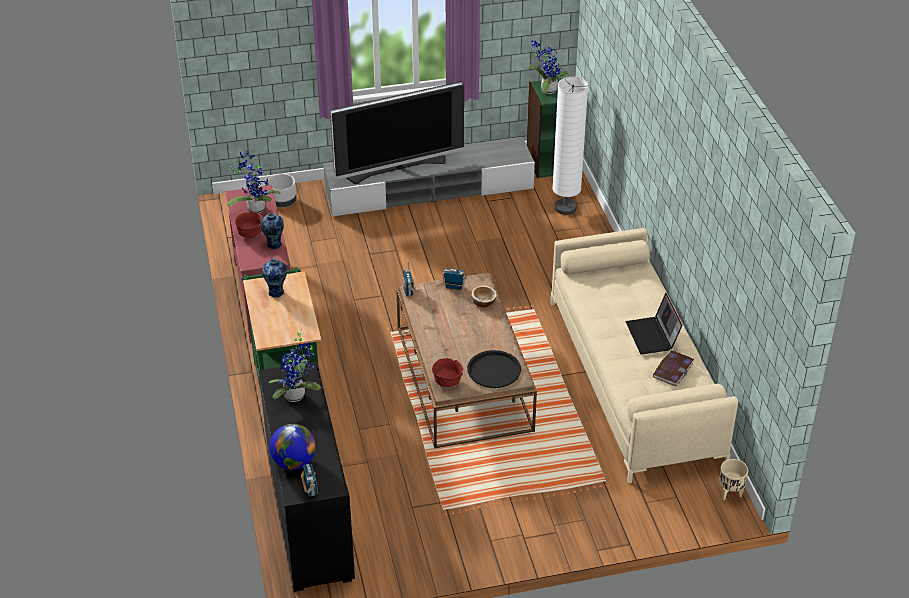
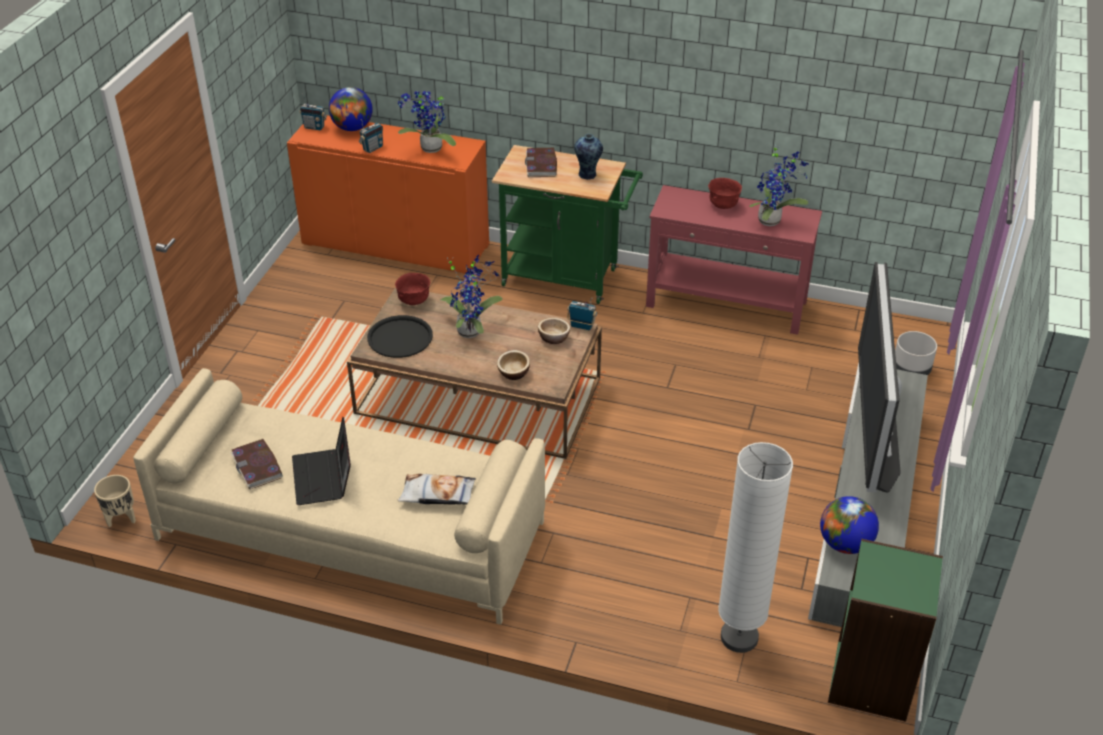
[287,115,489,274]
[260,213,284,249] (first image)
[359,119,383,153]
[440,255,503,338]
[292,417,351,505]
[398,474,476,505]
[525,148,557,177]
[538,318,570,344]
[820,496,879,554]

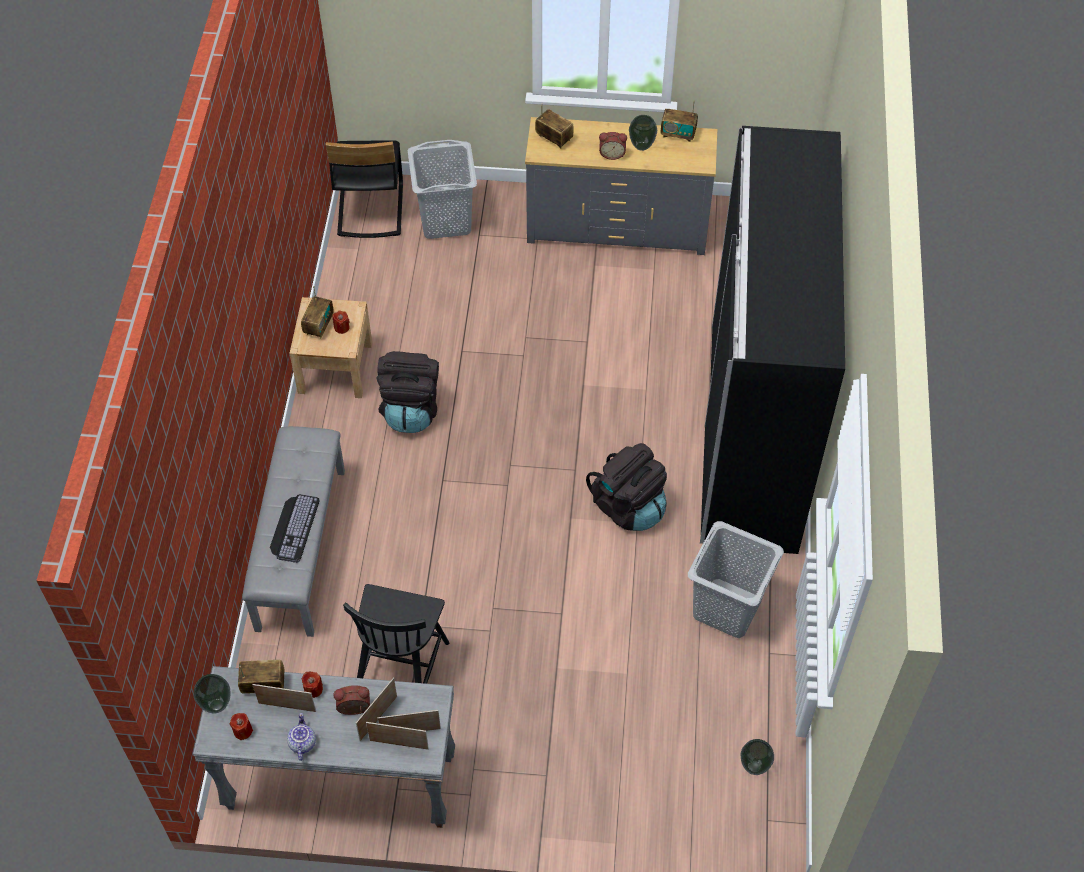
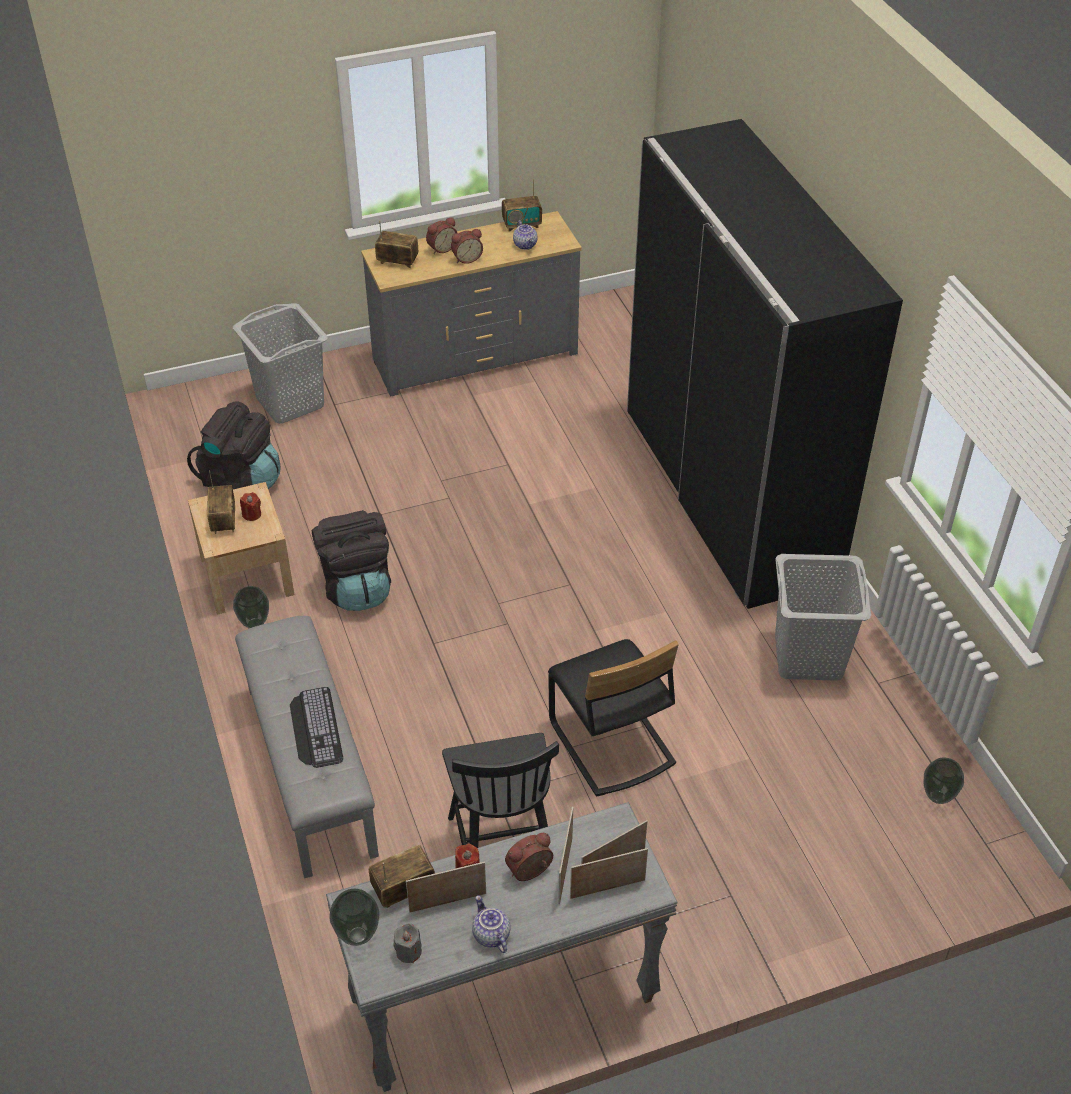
[393,923,422,963]
[548,639,679,796]
[187,401,281,489]
[233,586,269,628]
[426,218,457,254]
[513,220,537,250]

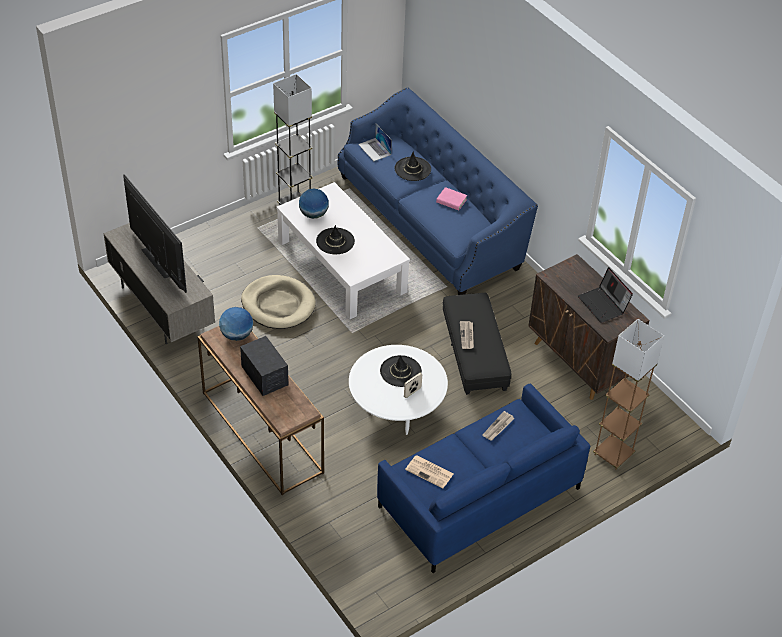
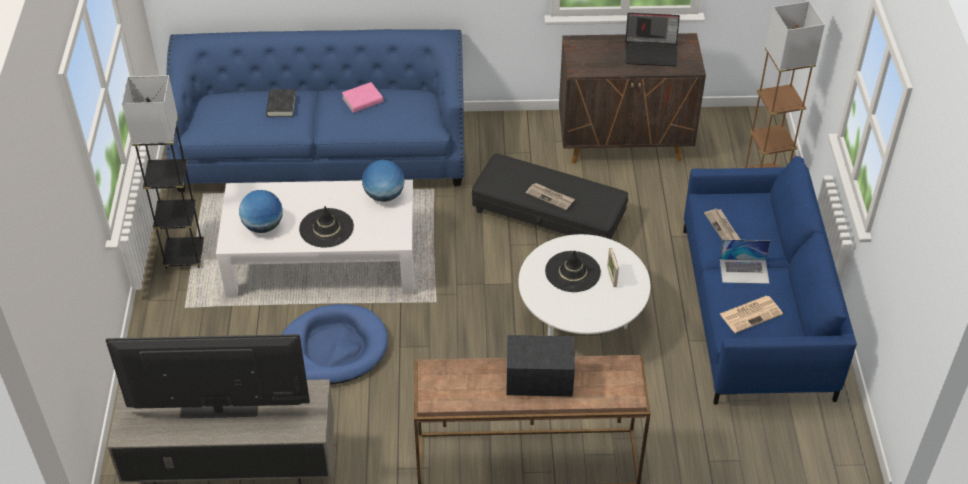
[362,160,405,202]
[281,304,388,385]
[720,239,770,284]
[266,89,296,117]

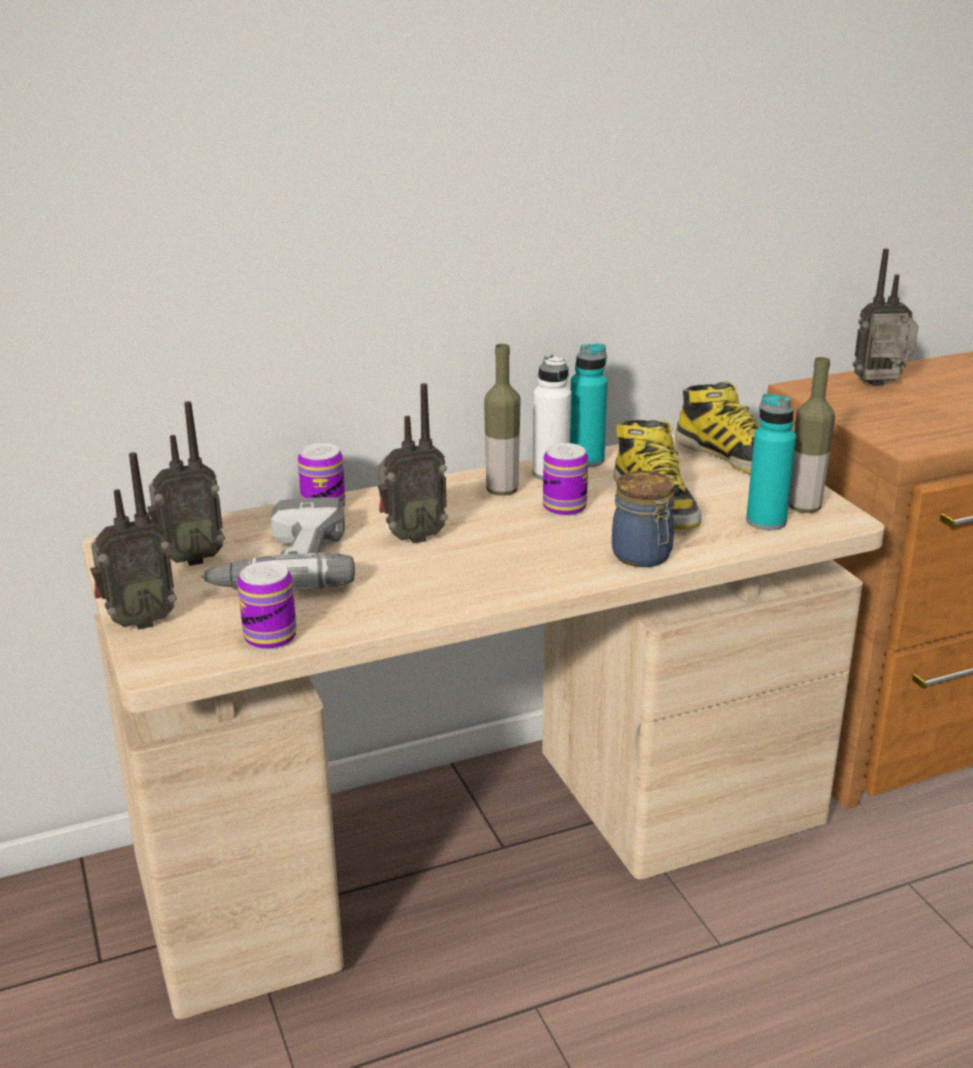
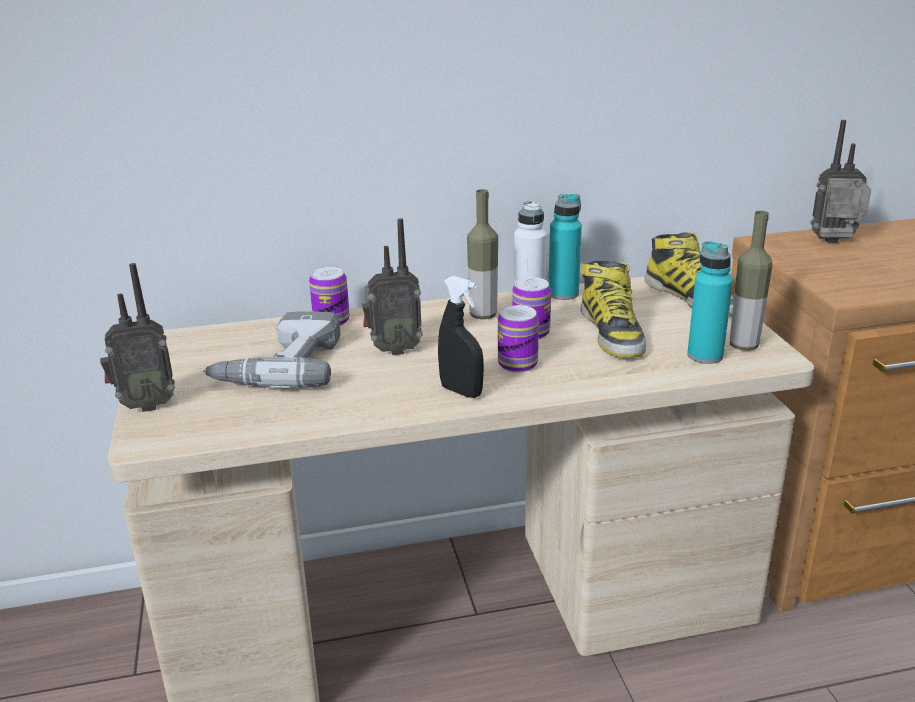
[147,401,225,566] (first image)
[498,305,539,373]
[612,471,675,567] (first image)
[438,276,484,398]

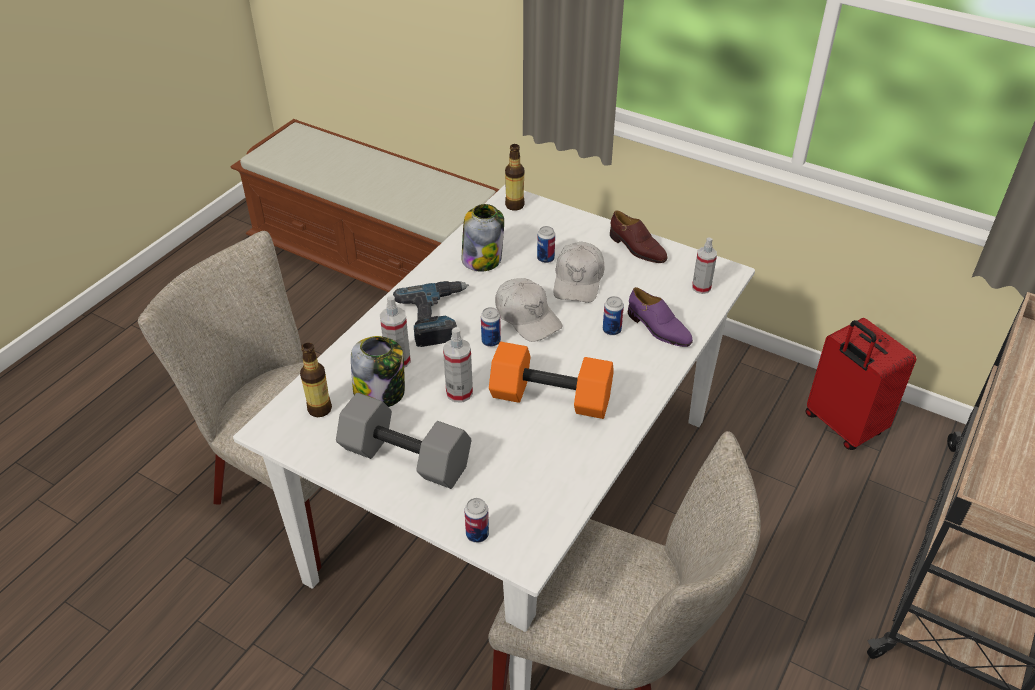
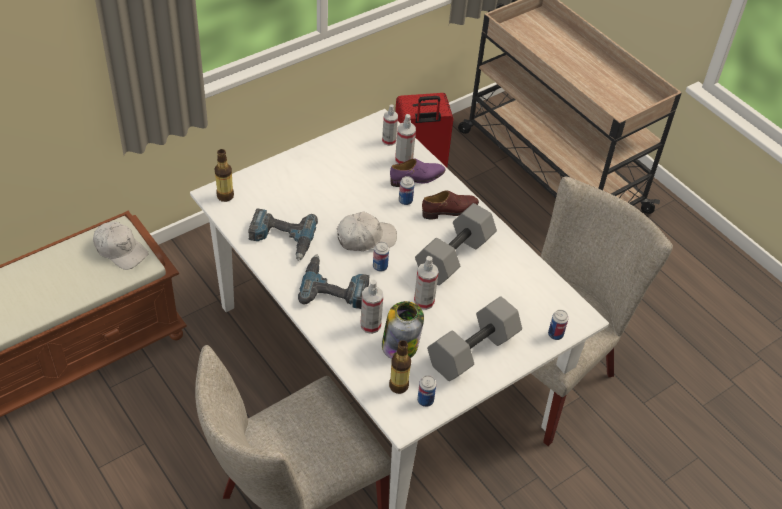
[248,208,318,261]
[415,203,497,285]
[417,375,436,407]
[93,222,149,270]
[422,190,479,219]
[395,114,416,164]

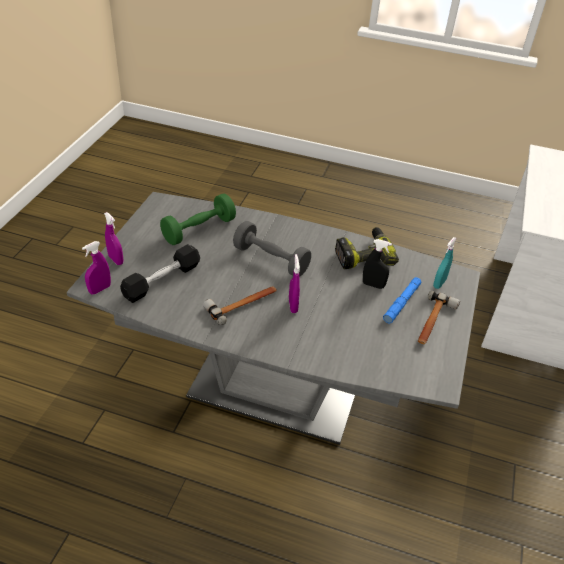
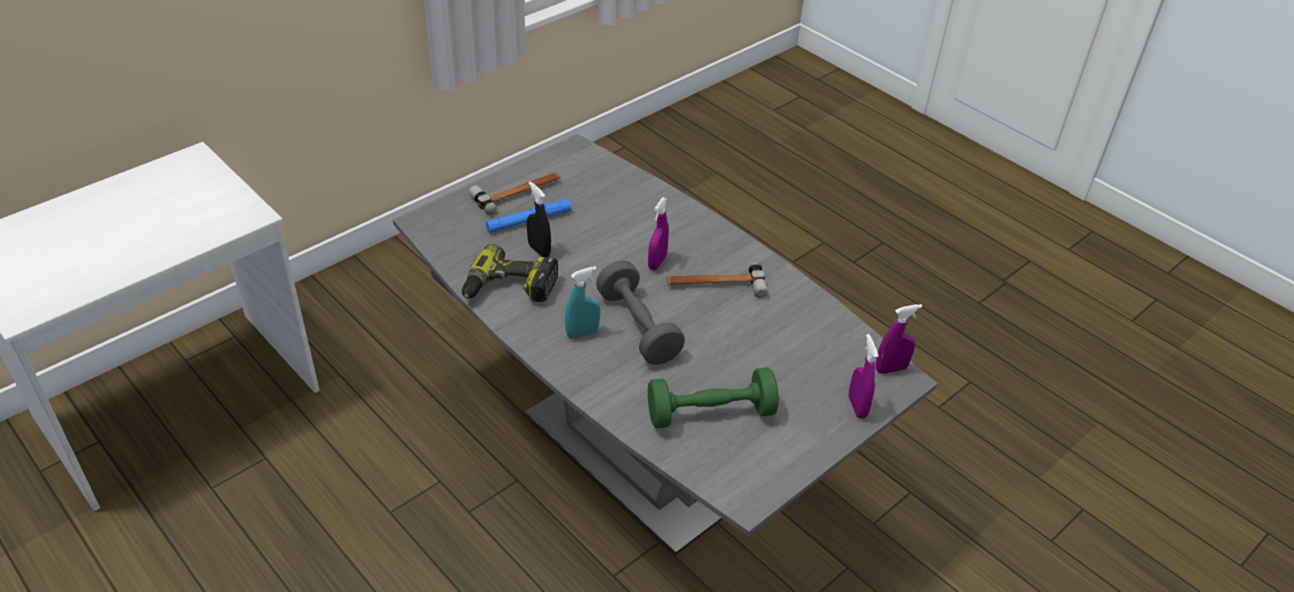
[120,244,200,303] (first image)
[565,266,600,339]

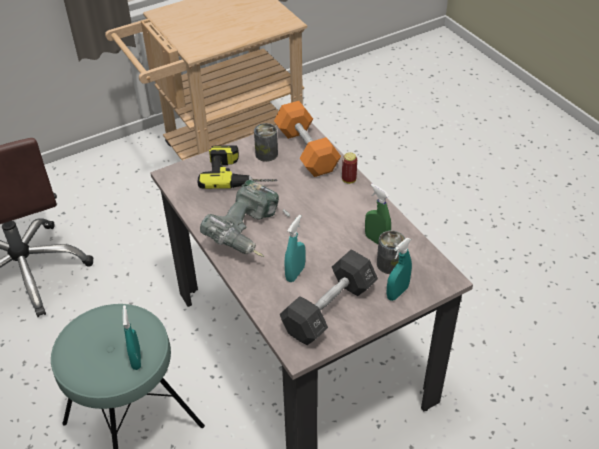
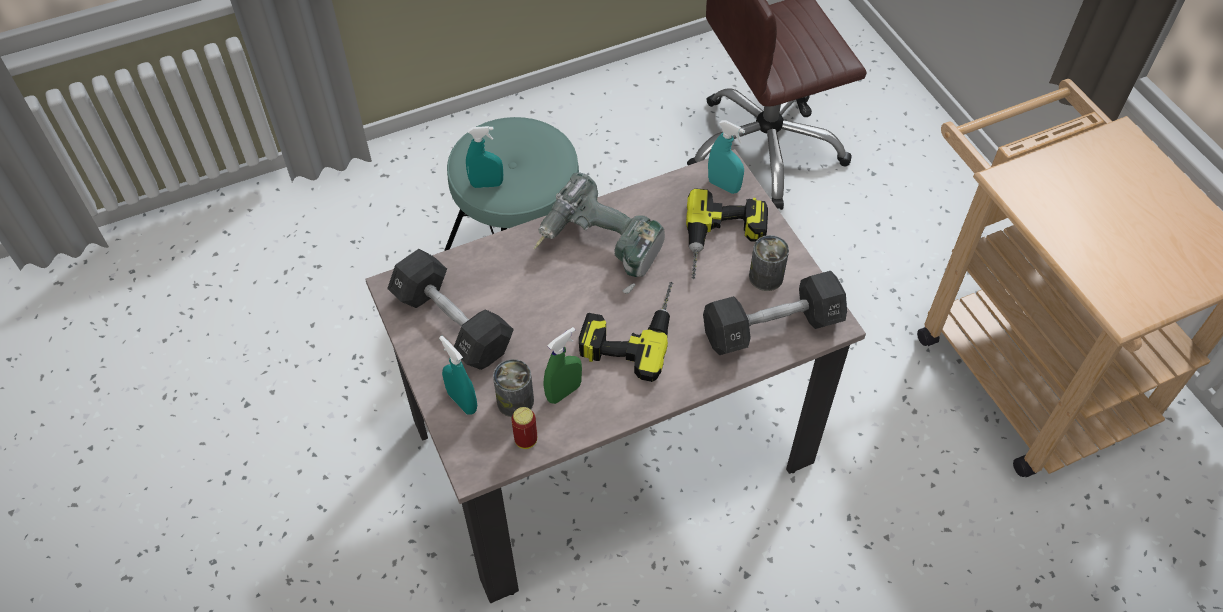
[703,271,847,355]
[708,120,745,194]
[511,407,537,449]
[579,282,673,382]

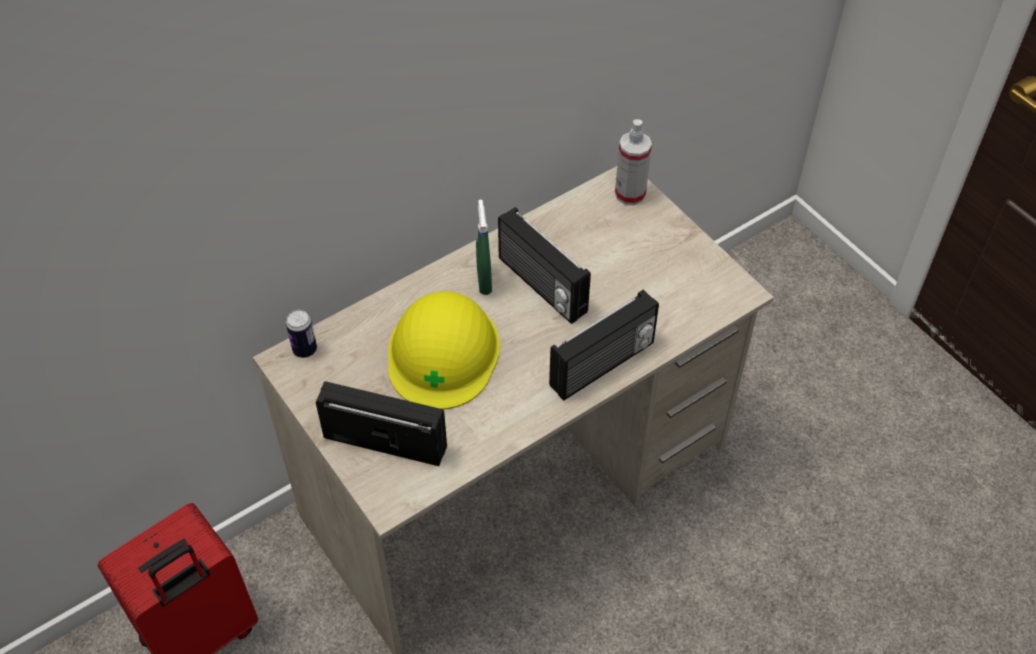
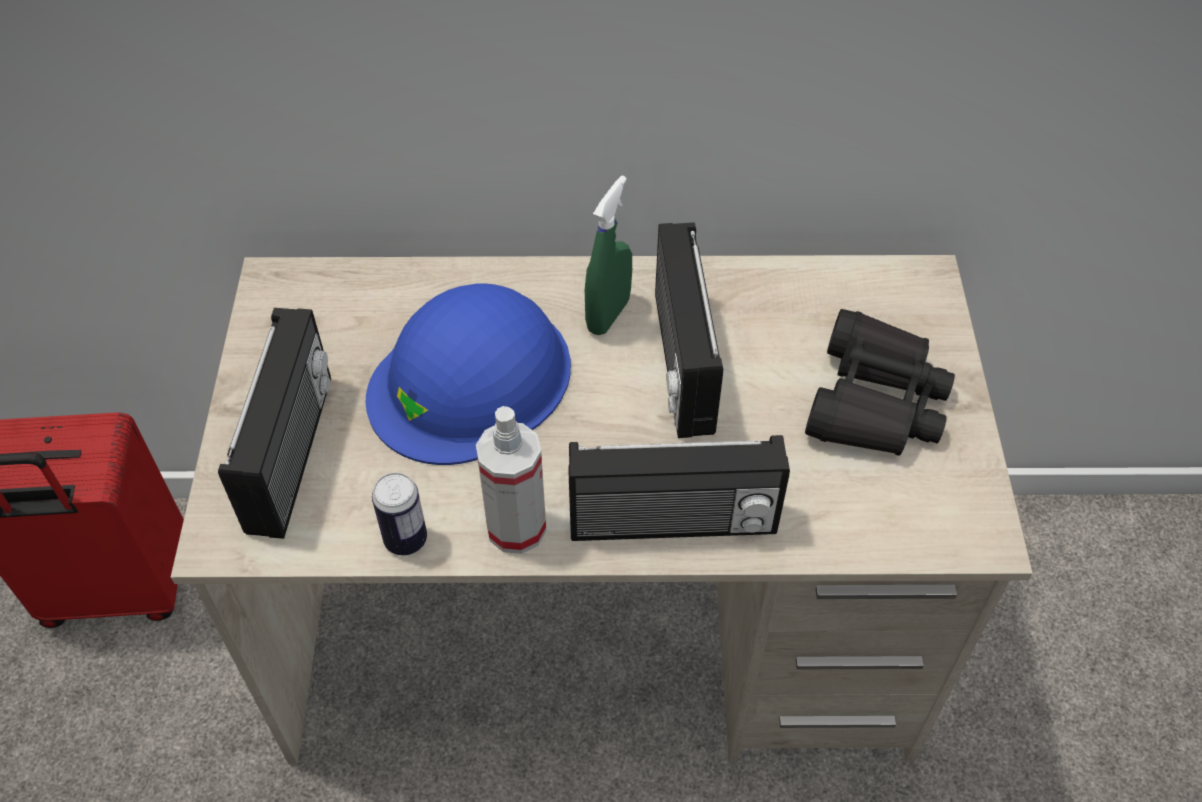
[372,473,427,555]
[218,308,331,539]
[365,283,571,465]
[476,406,546,554]
[805,309,955,456]

